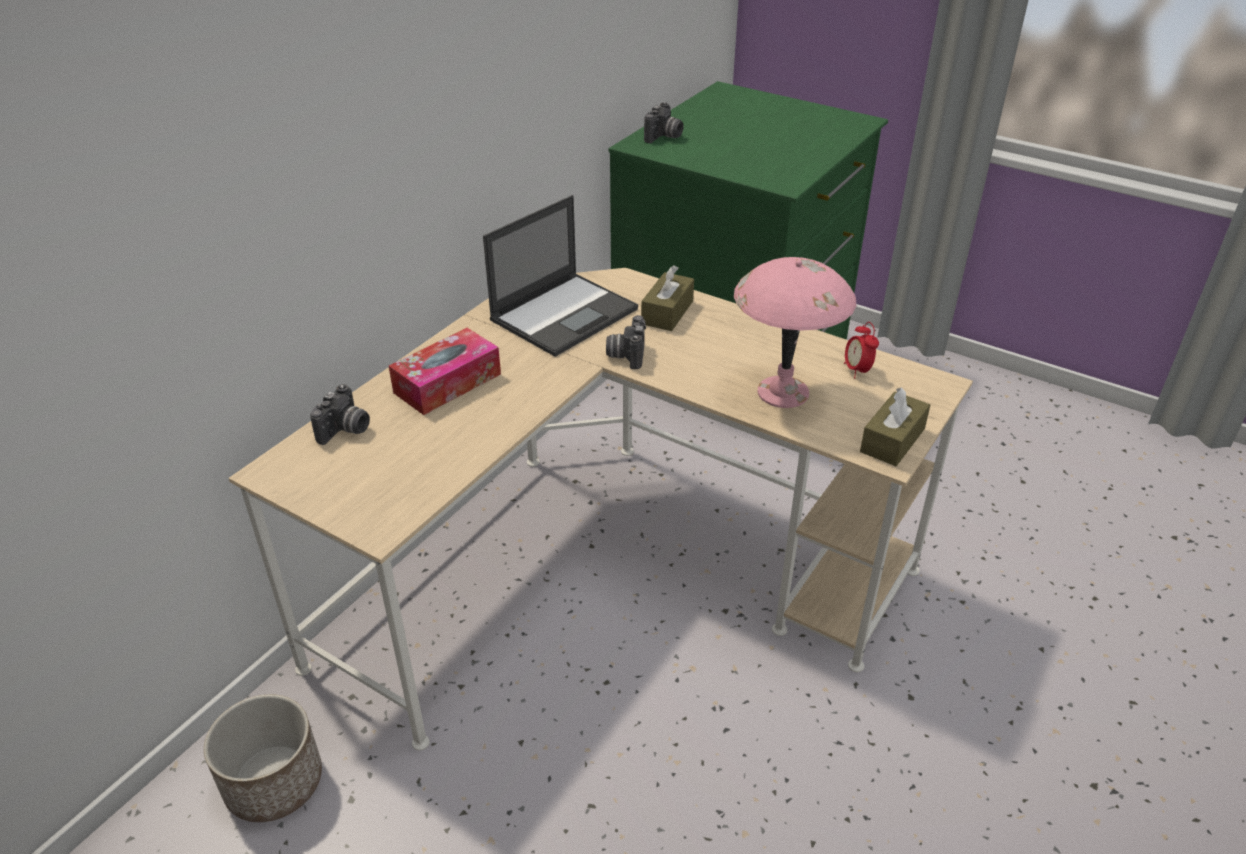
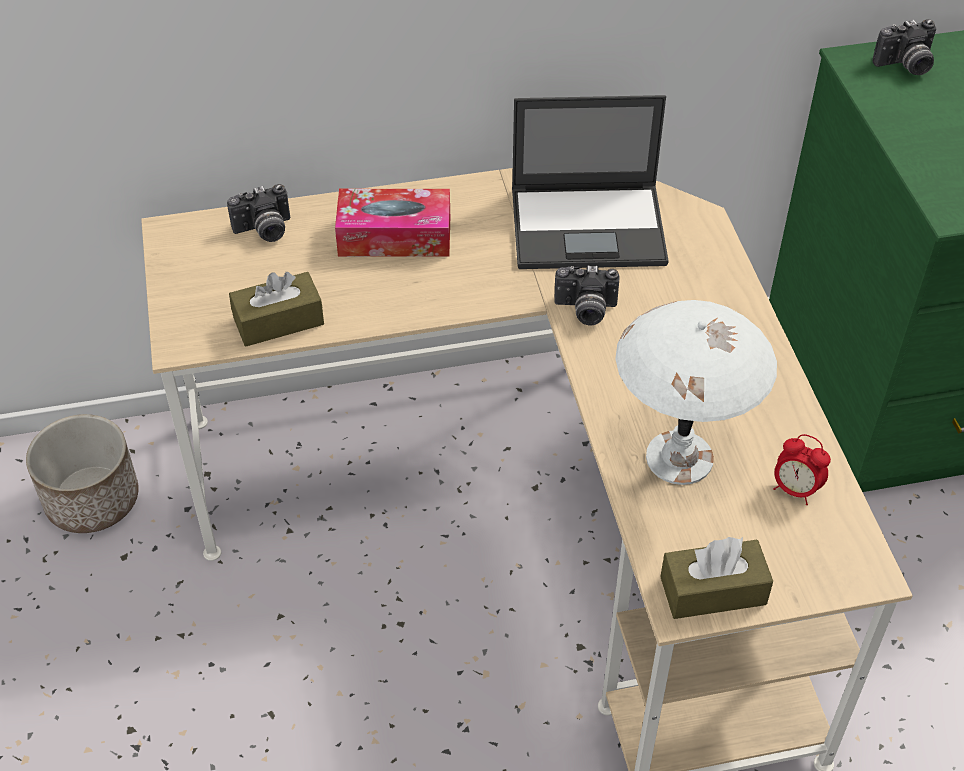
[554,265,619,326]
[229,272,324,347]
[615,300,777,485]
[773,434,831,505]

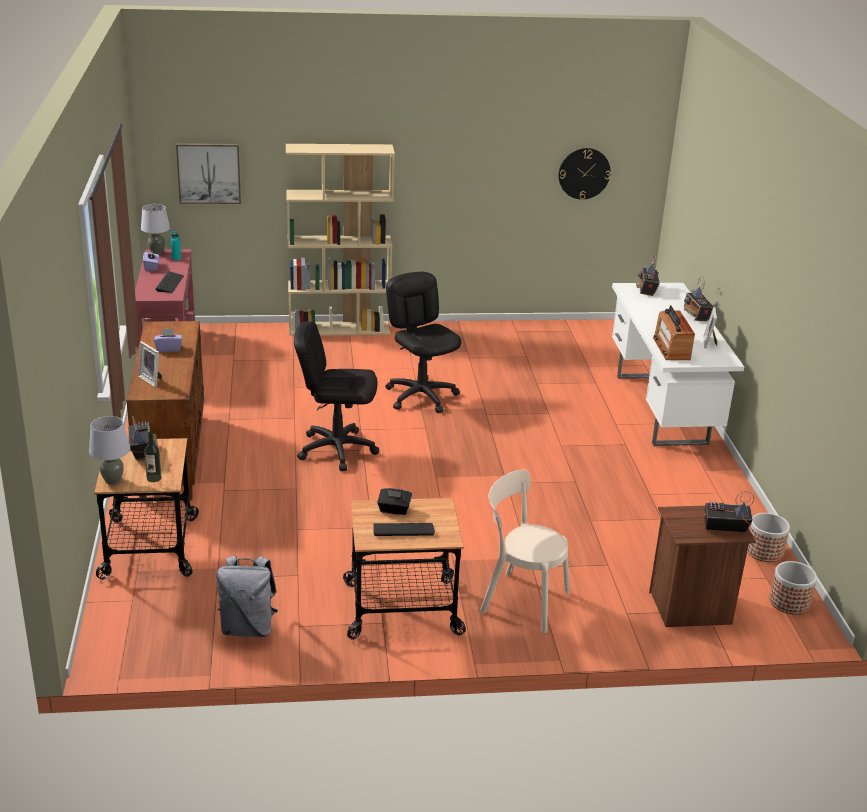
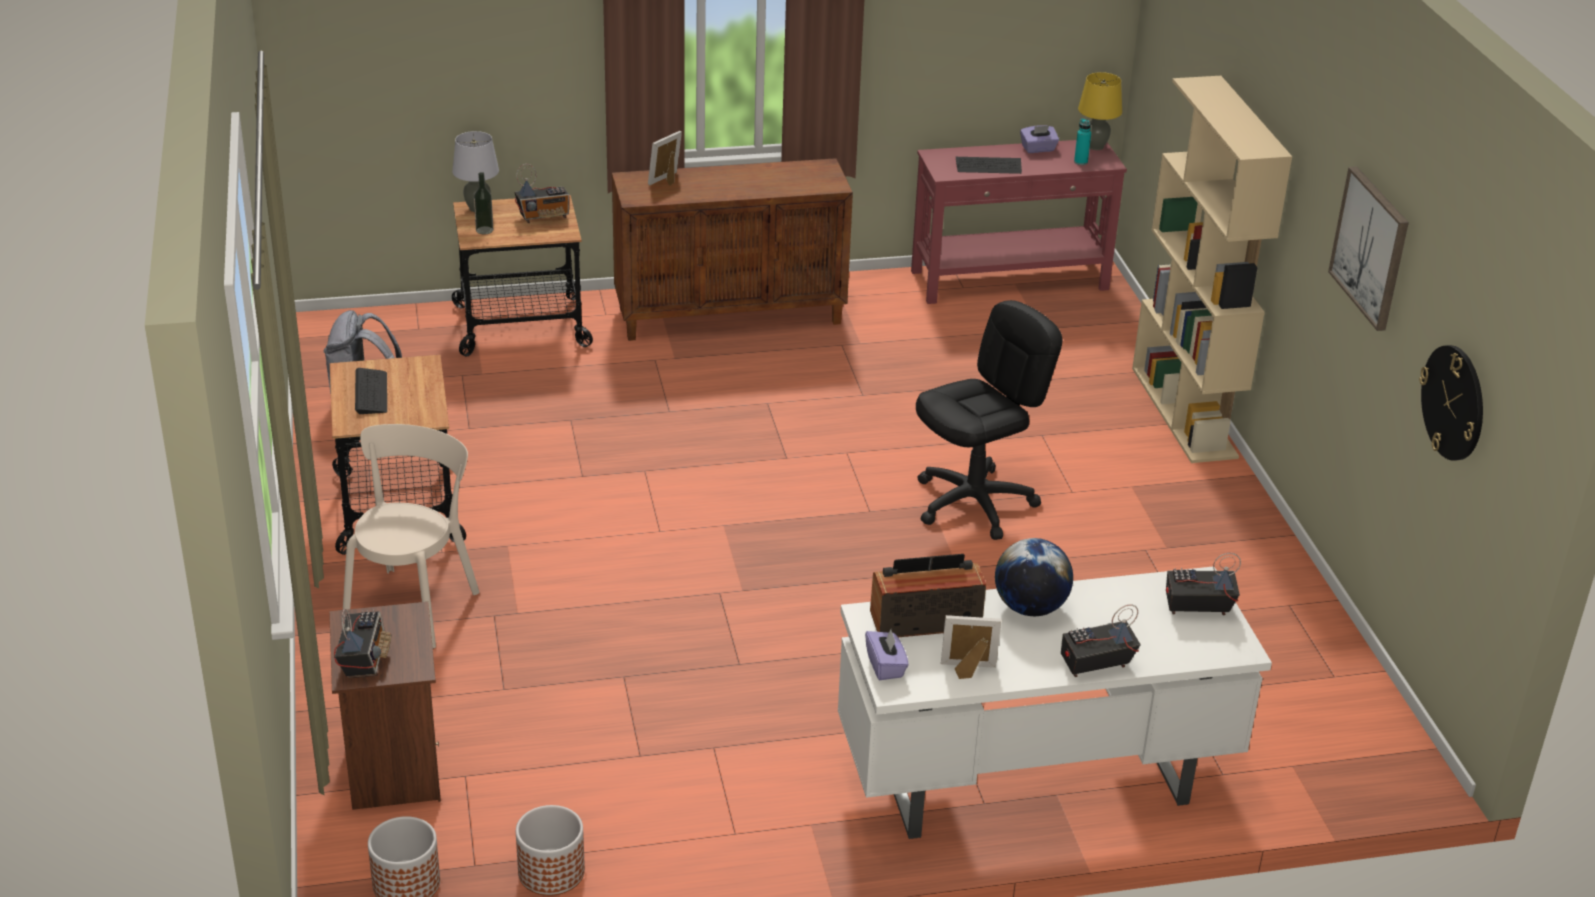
[1078,72,1122,150]
[865,629,909,680]
[1328,167,1409,331]
[294,321,379,471] (first image)
[377,488,412,515] (first image)
[995,538,1073,616]

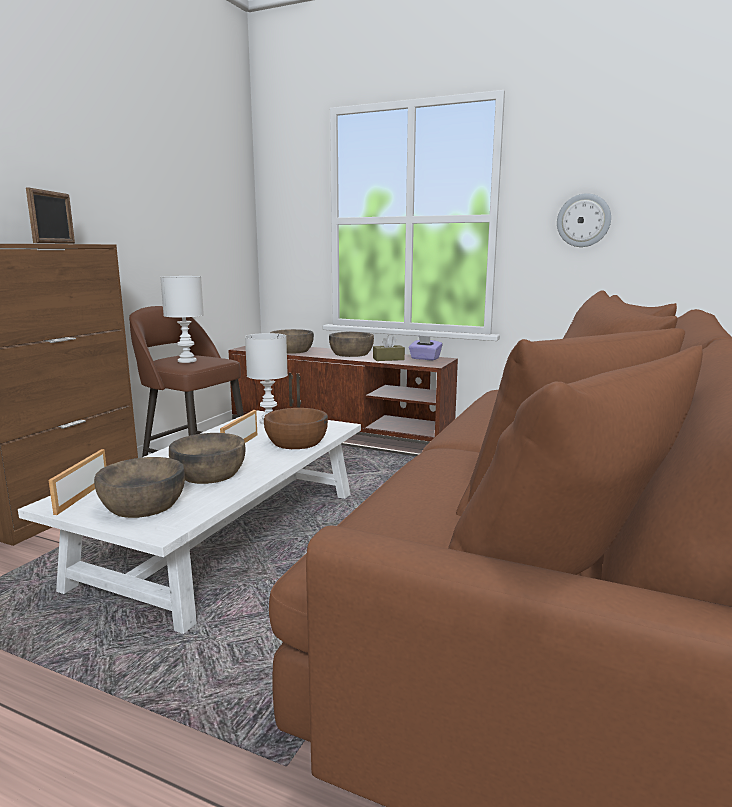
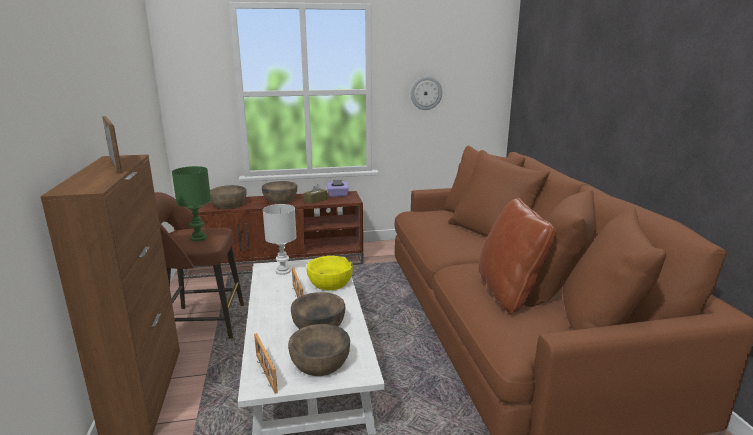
[172,166,211,241]
[307,256,353,290]
[479,198,556,314]

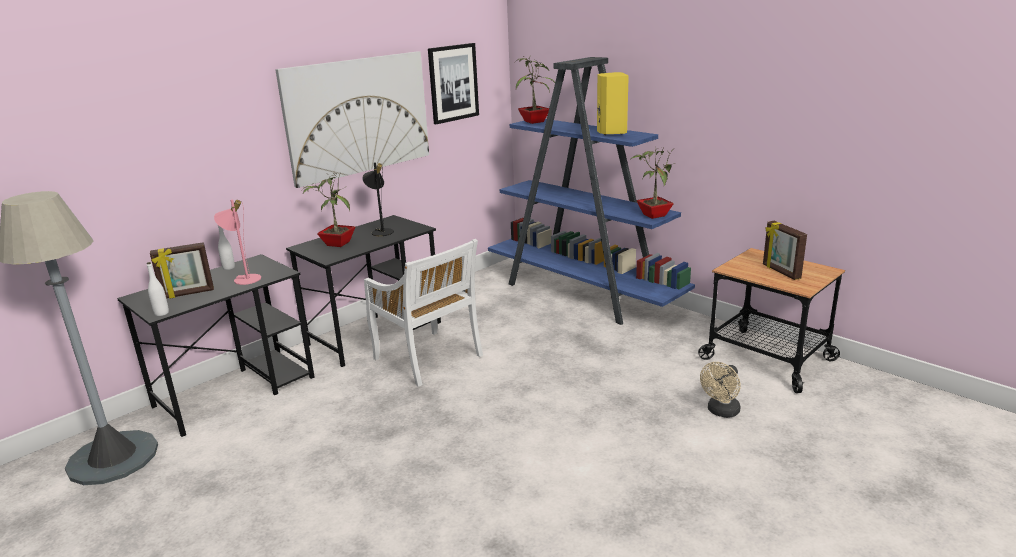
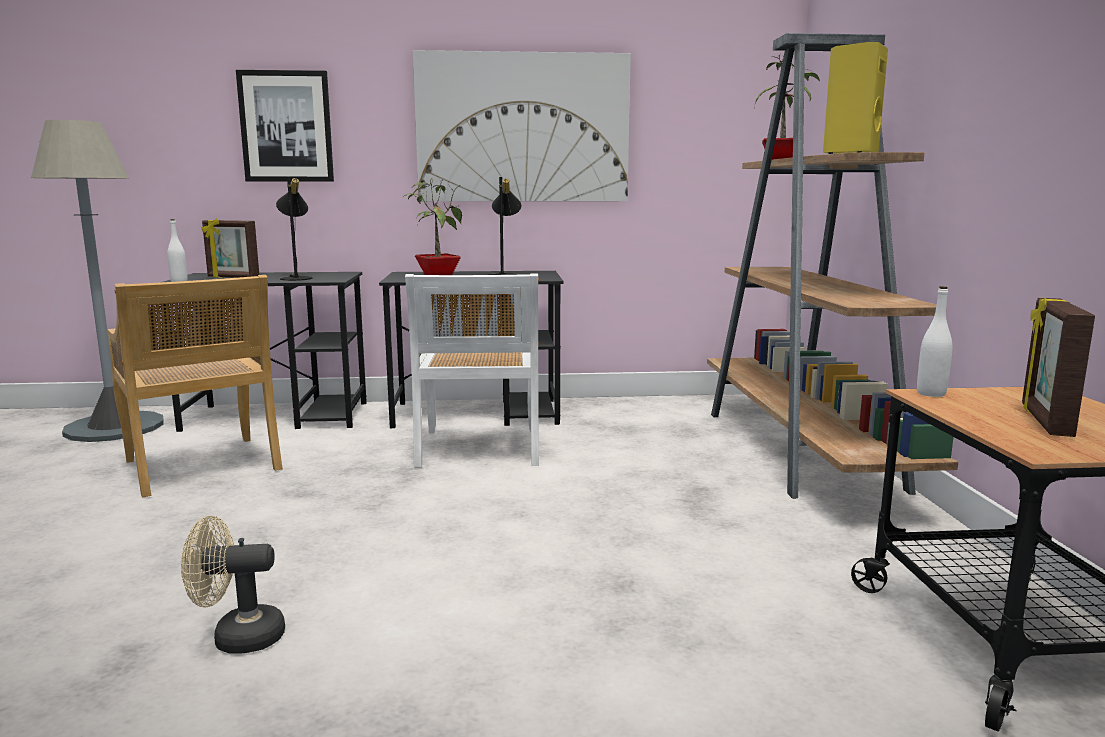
[276,177,313,281]
[917,286,952,397]
[236,70,334,182]
[707,33,958,499]
[631,146,675,219] (first image)
[181,516,285,654]
[108,275,283,498]

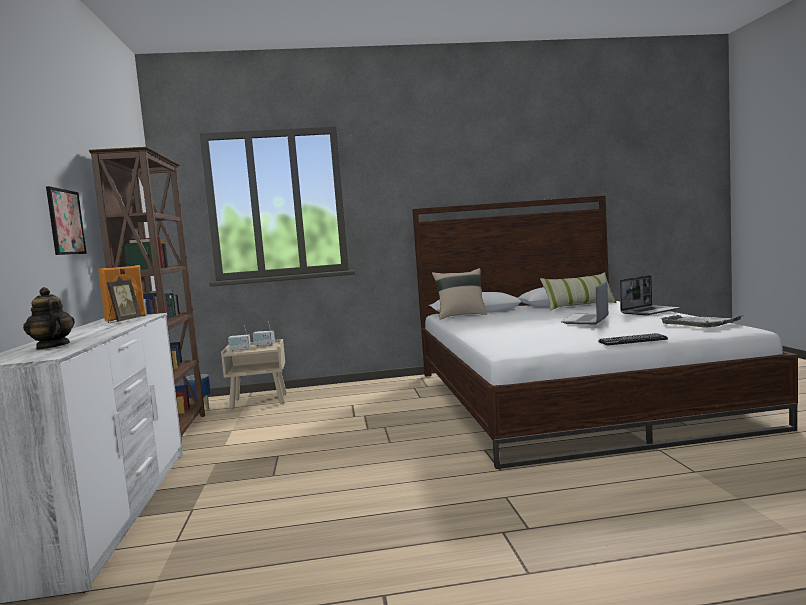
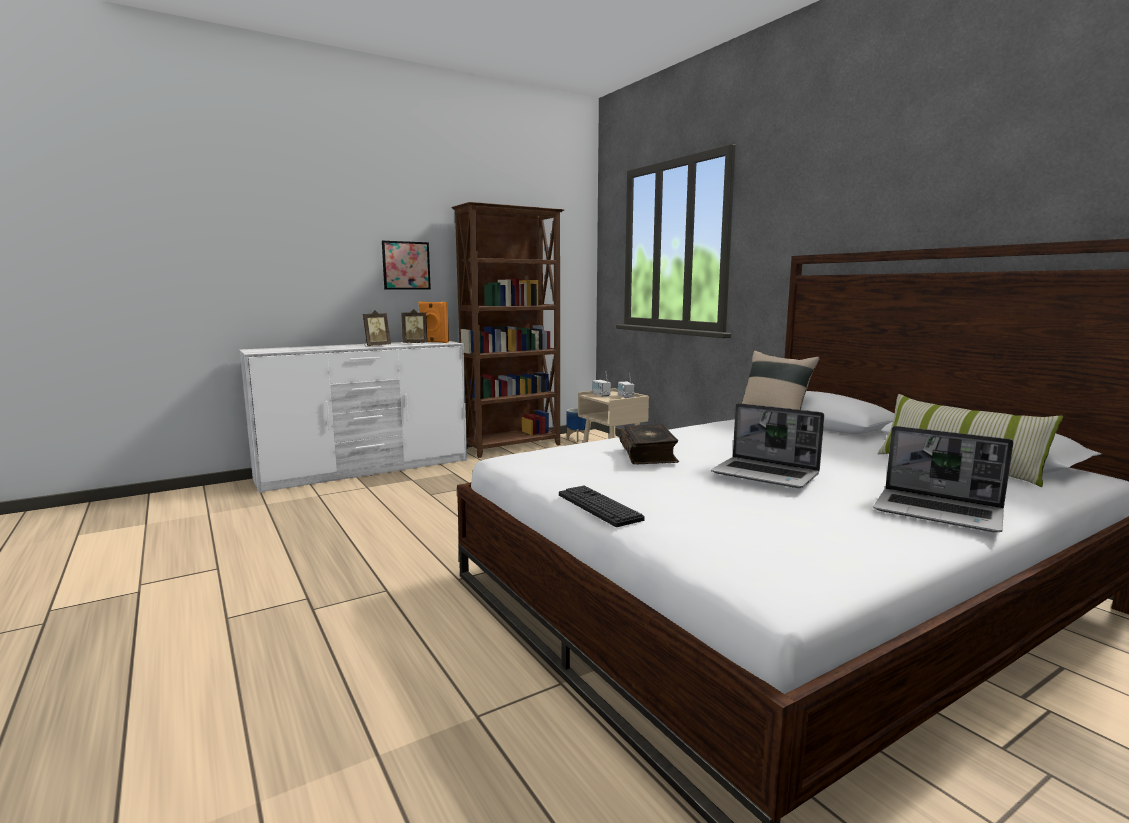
[23,287,75,350] (first image)
[711,403,824,488]
[660,315,741,327] (first image)
[363,310,391,346]
[619,424,679,464]

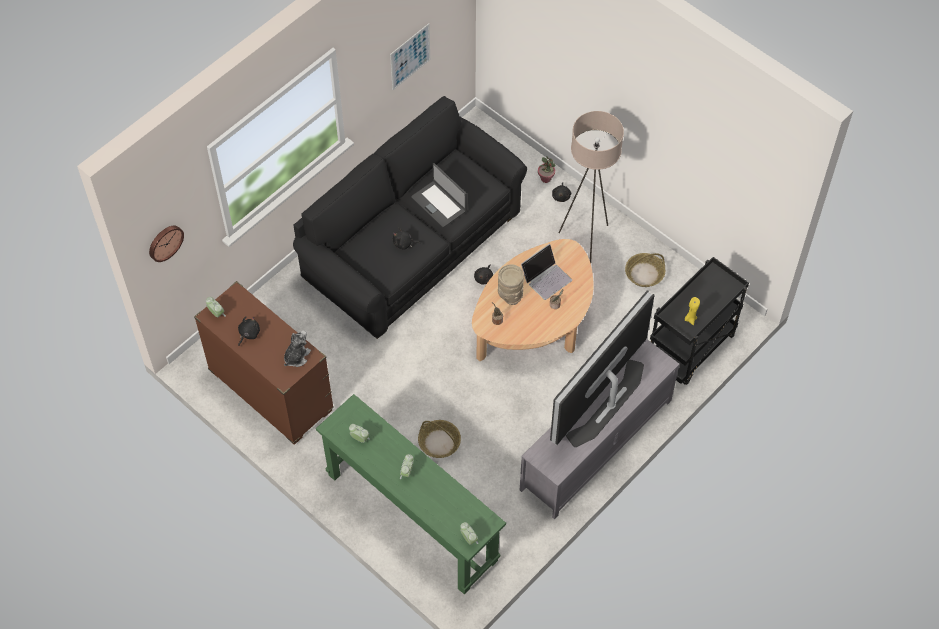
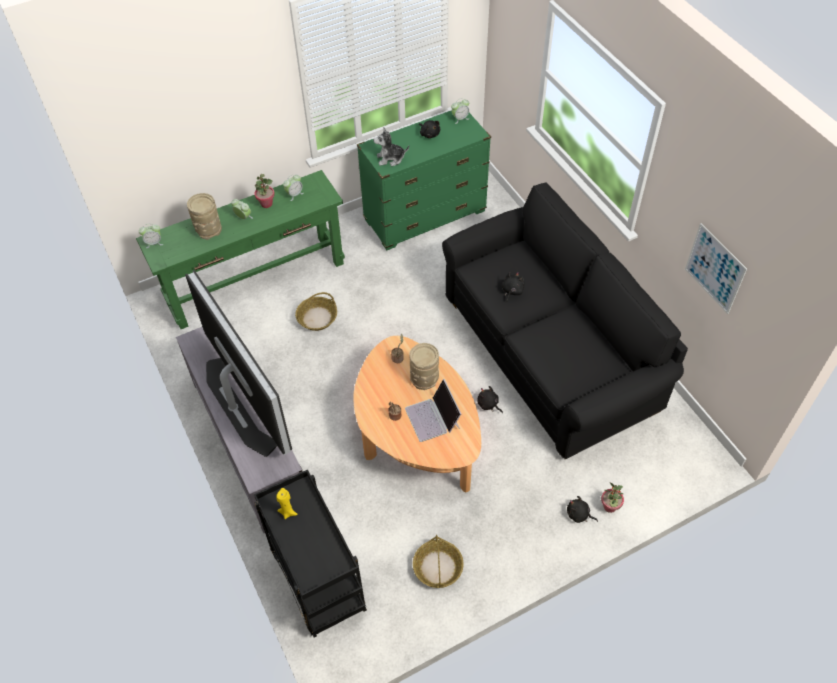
[149,226,184,262] (first image)
[357,110,491,250]
[373,127,409,166]
[411,163,467,228] (first image)
[559,111,624,263] (first image)
[187,193,222,240]
[255,174,275,208]

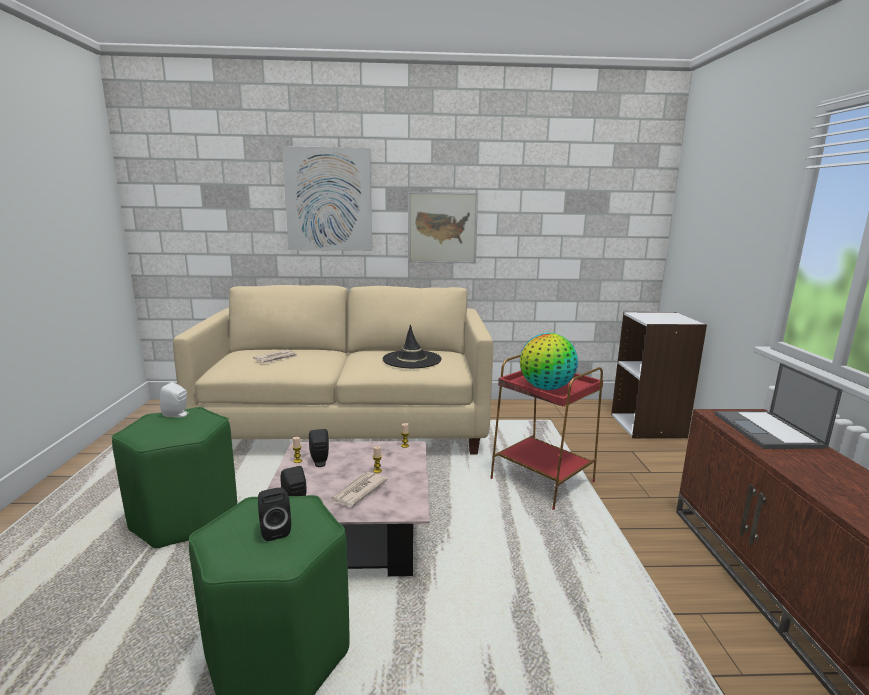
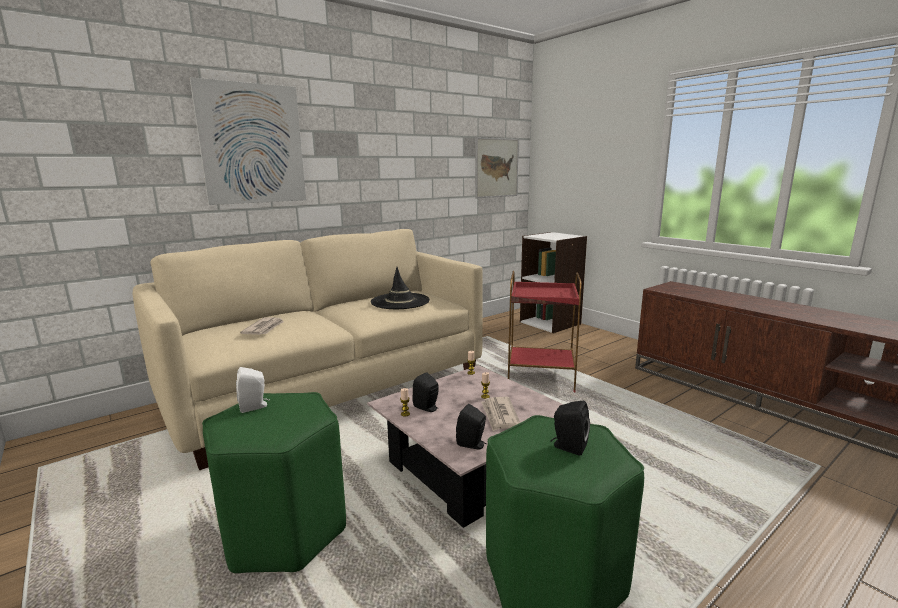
[475,137,519,198]
[520,333,578,390] (first image)
[715,363,843,449] (first image)

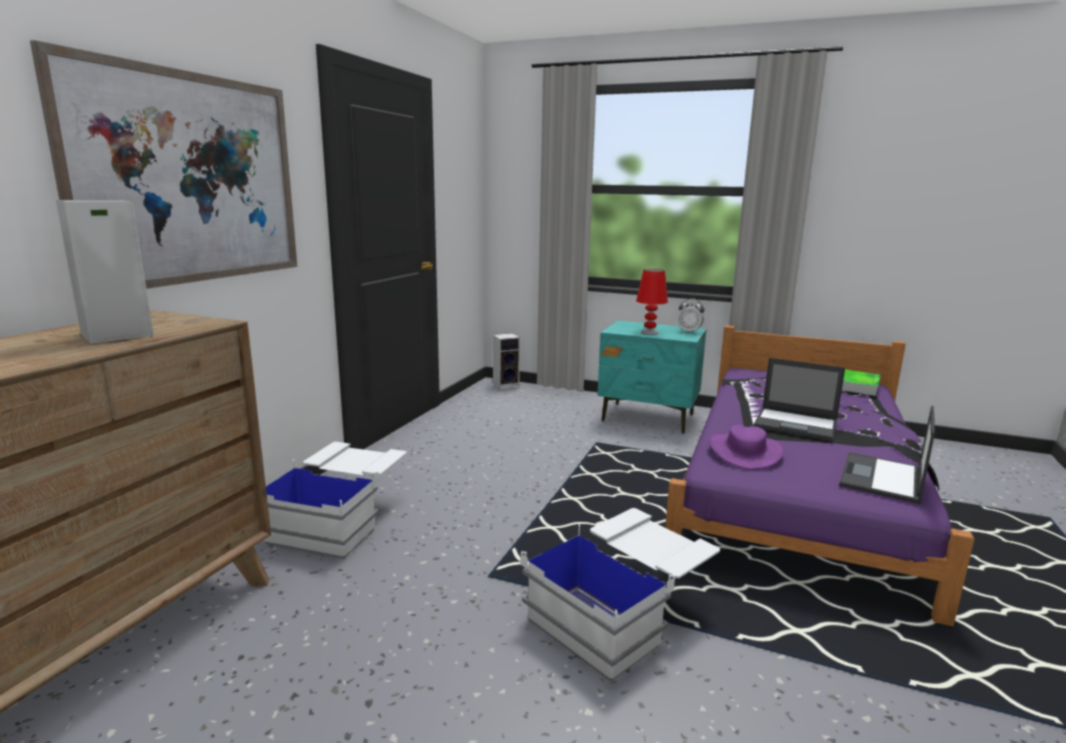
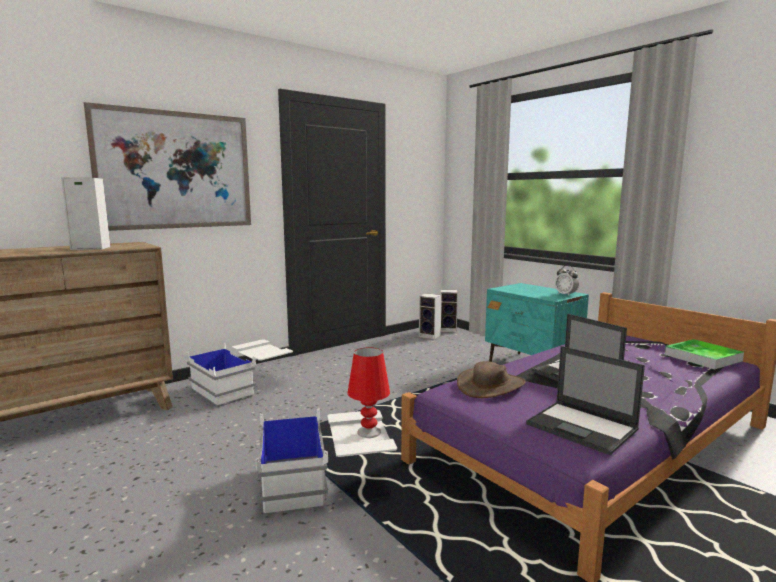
[347,347,390,438]
[457,361,526,398]
[526,346,645,455]
[419,293,442,339]

